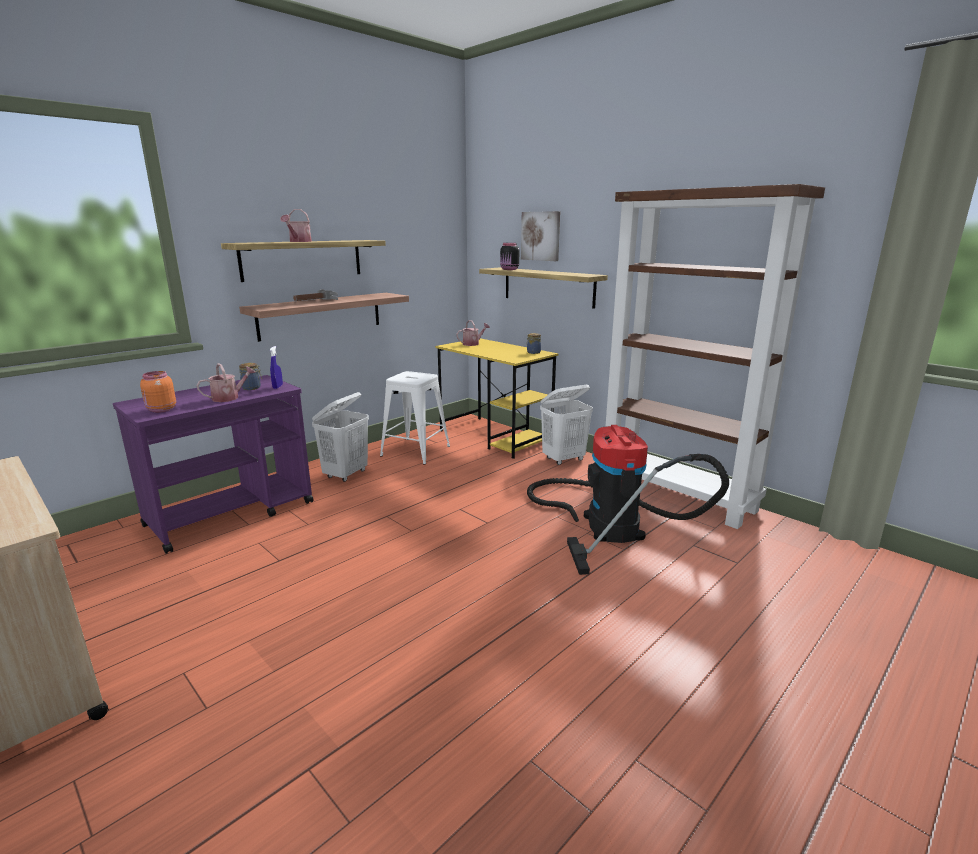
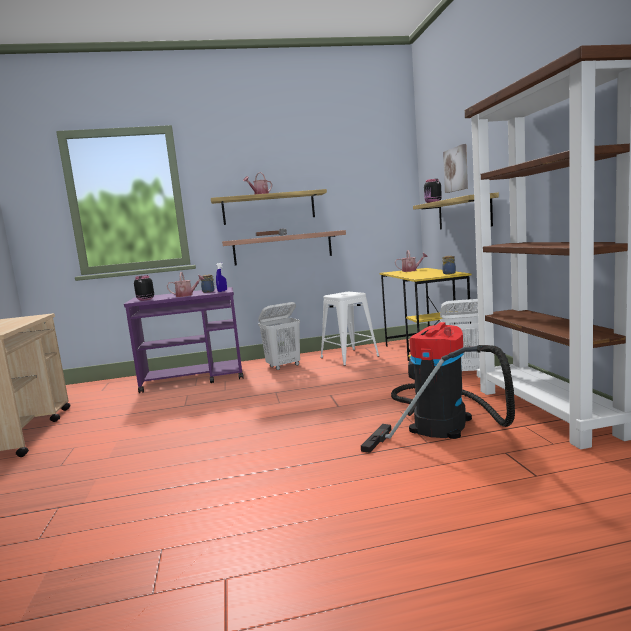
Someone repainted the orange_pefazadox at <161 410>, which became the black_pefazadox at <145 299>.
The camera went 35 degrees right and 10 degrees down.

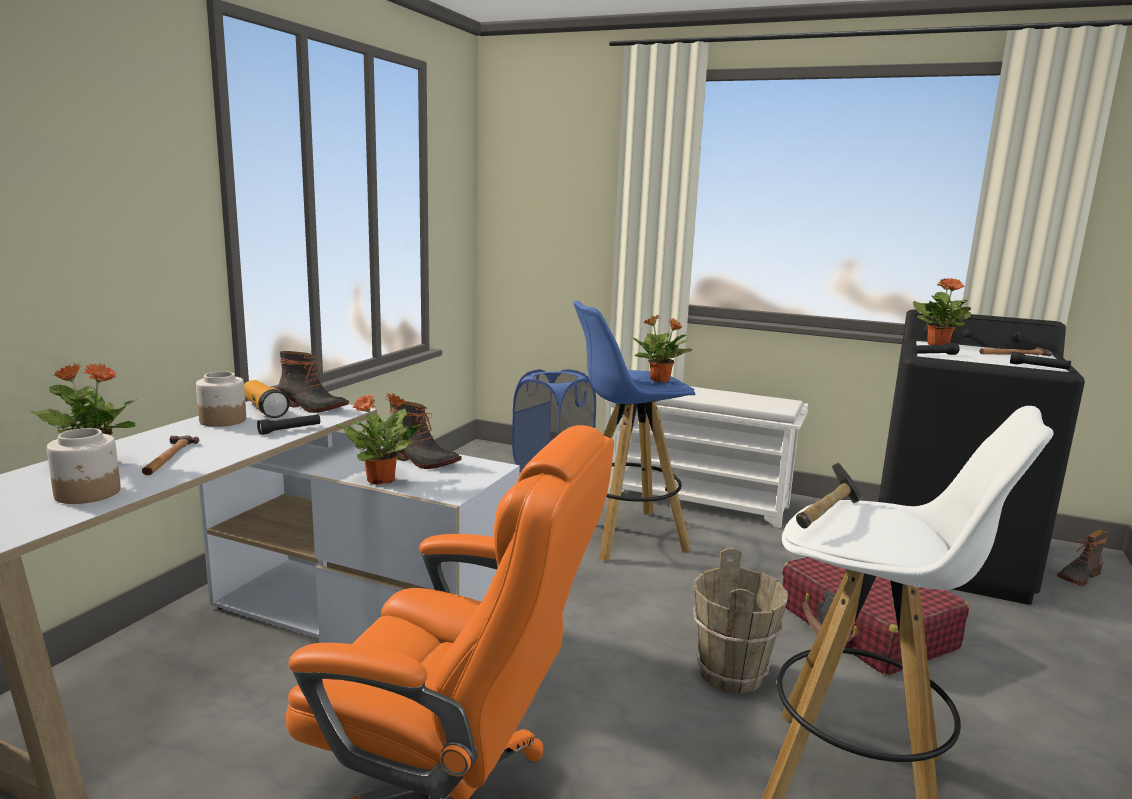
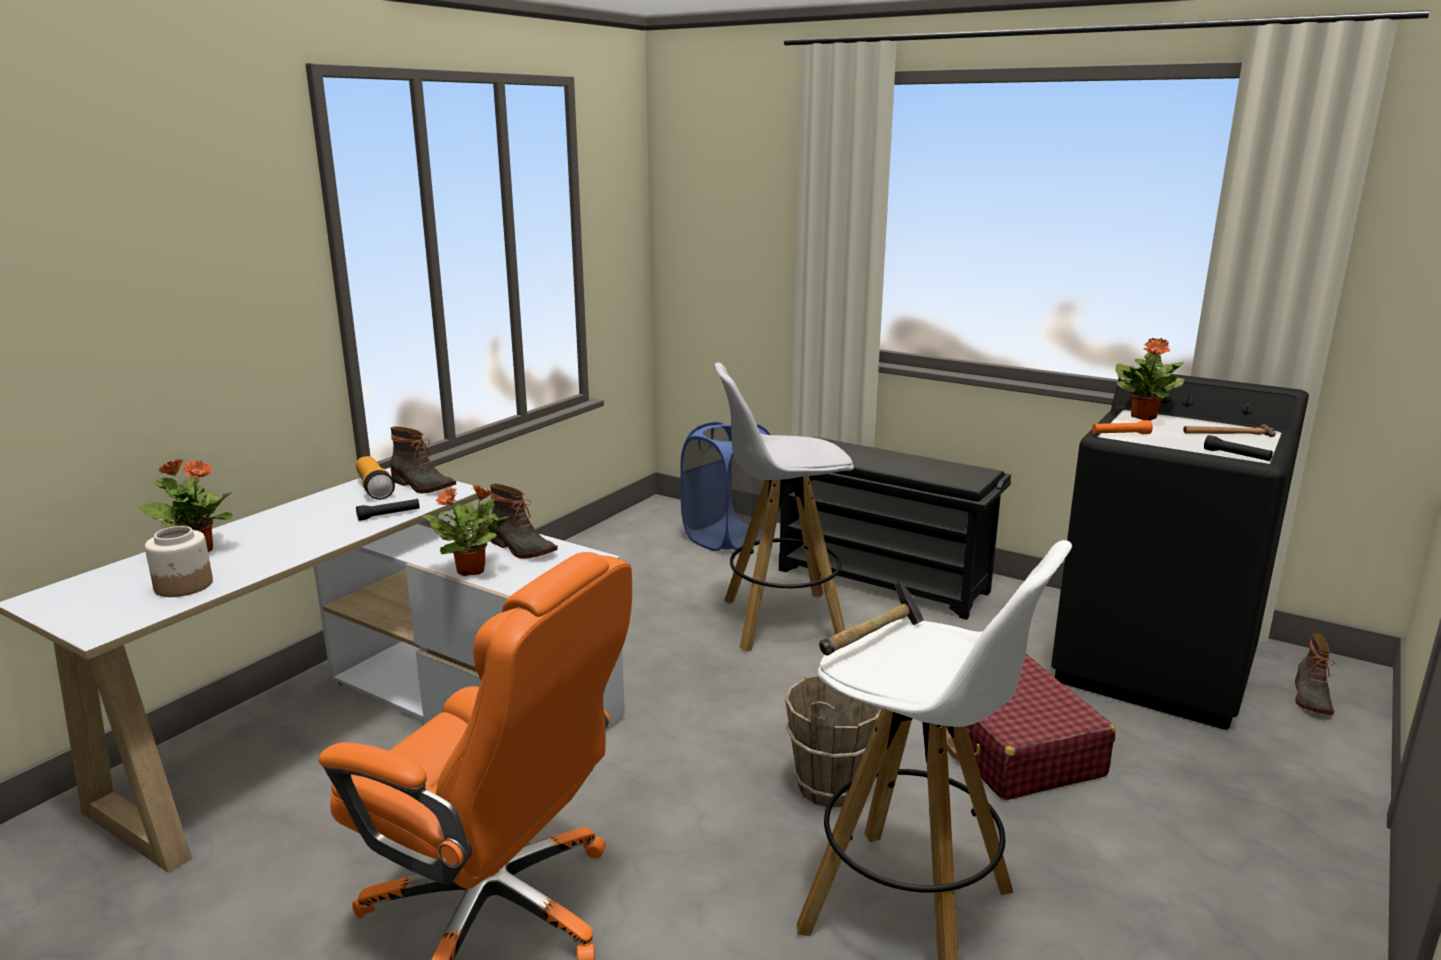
Someone took away the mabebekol at <168 457>.
Someone took away the pefazadox at <222 420>.
Someone took away the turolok at <660 380>.
Someone repainted the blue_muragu at <625 535>, which became the white_muragu at <780 621>.
Someone repainted the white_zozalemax at <699 500>, which became the black_zozalemax at <884 581>.
Someone repainted the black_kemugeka at <934 355>, which became the orange_kemugeka at <1120 434>.
Someone rotated the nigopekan at <1077 576> by 45 degrees counterclockwise.
The camera went 10 degrees right and 5 degrees up.

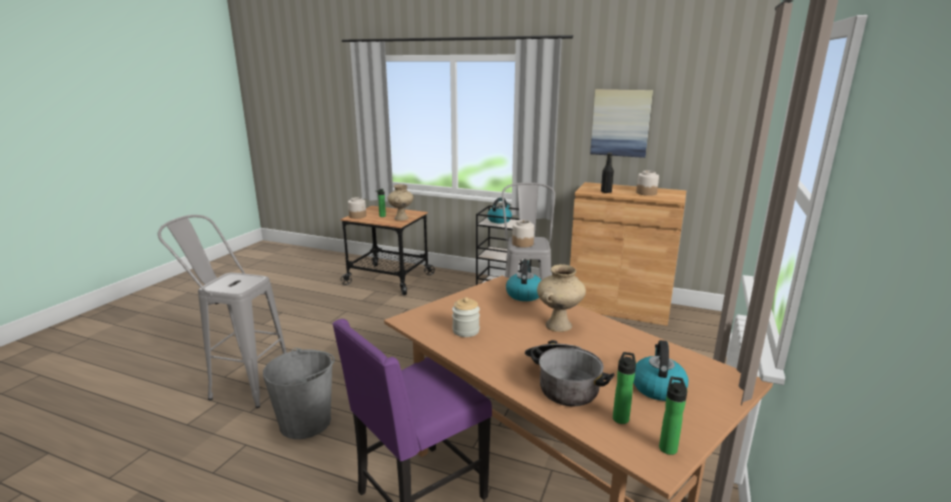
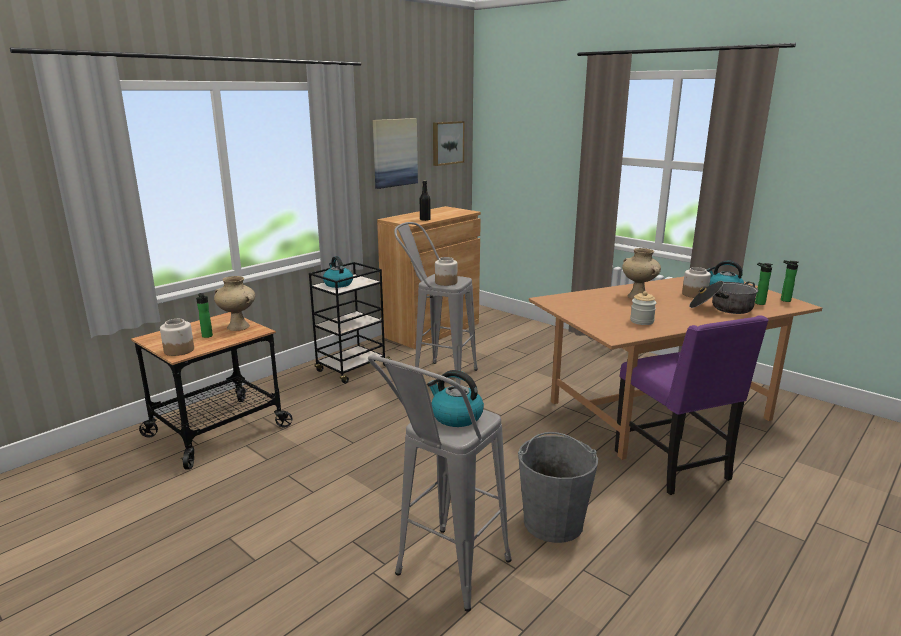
Someone put up the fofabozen at <447 143>.
Someone carried the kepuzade from <524 294> to <456 416>.
Someone carried the pefazadox from <646 193> to <694 294>.
The camera went 70 degrees left and 0 degrees up.

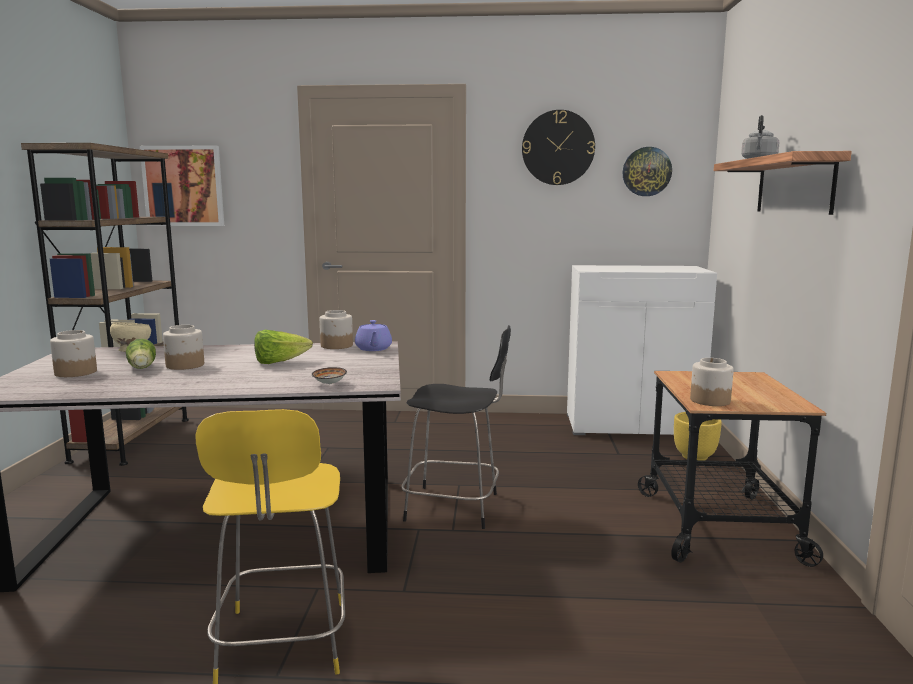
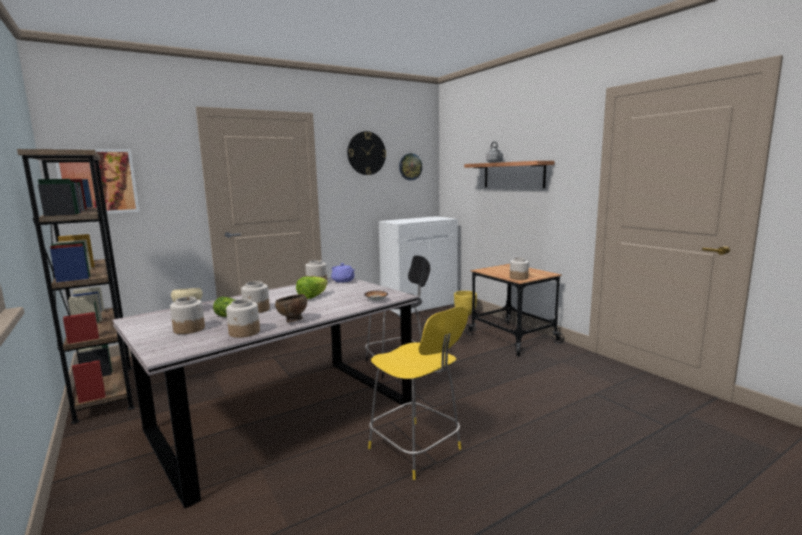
Someone put down the pefazadox at <244 332>.
Someone put down the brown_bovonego at <292 321>.
The camera went 35 degrees left and 0 degrees up.

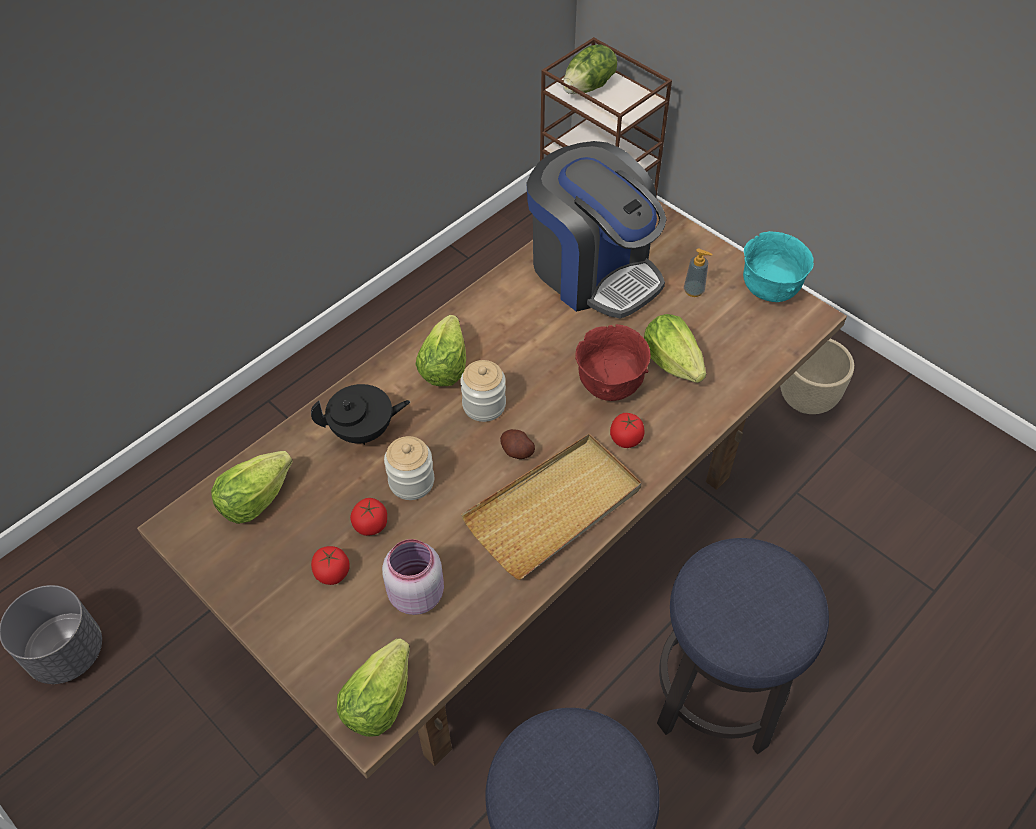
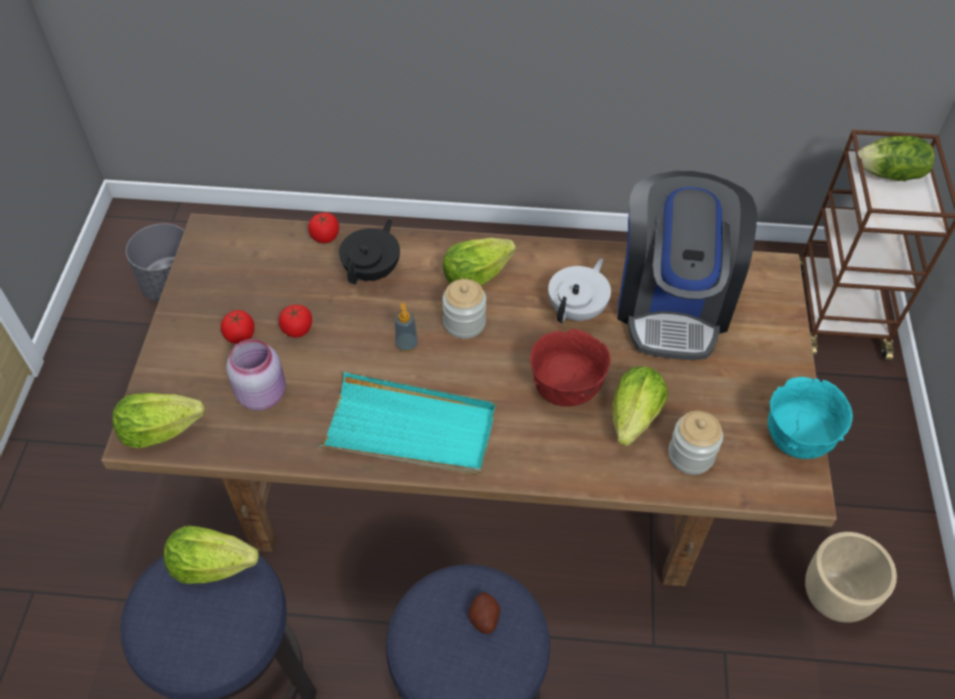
Someone put down the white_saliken at <578 309>.
Someone carried the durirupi from <254 499> to <211 565>.
Someone carried the pefazadox from <411 481> to <691 455>.
Someone carried the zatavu from <517 451> to <484 618>.
Someone carried the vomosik from <626 439> to <325 236>.
Someone carried the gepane from <693 291> to <406 344>.
Someone repainted the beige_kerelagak at <554 508>, which became the turquoise_kerelagak at <411 429>.
Someone rotated the black_saliken at <364 431> by 105 degrees counterclockwise.
The camera went 50 degrees right and 0 degrees up.

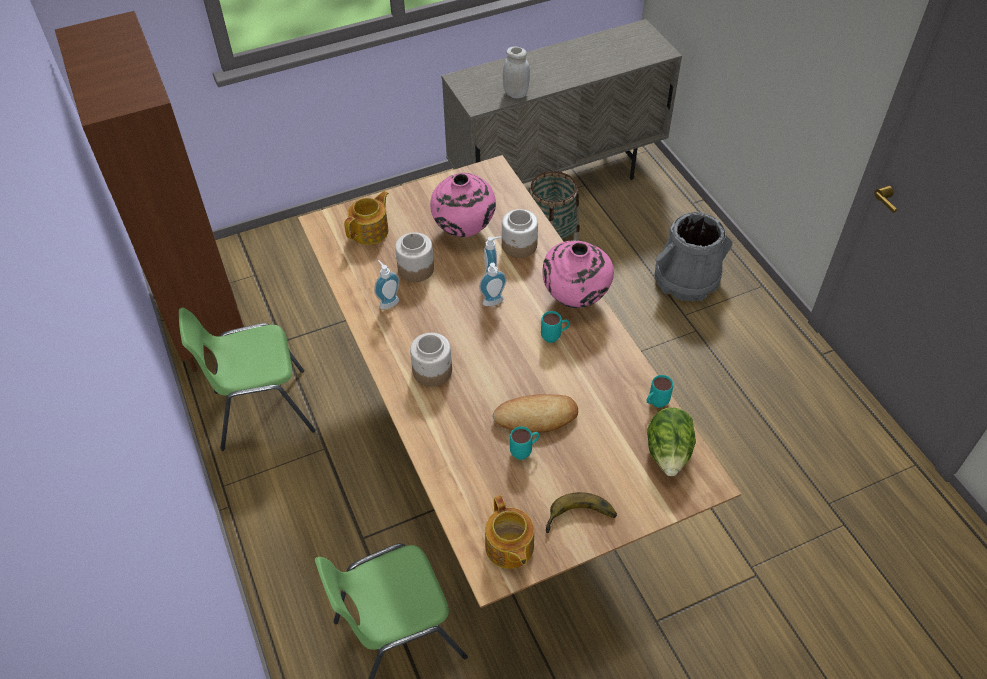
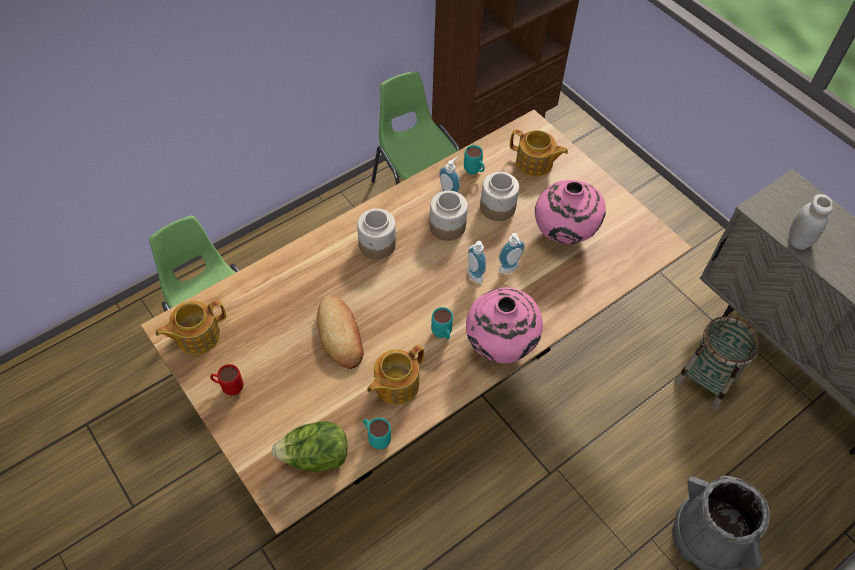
Someone put down the saliken at <395 385>.
Someone carried the pefazadox from <519 246> to <447 226>.
Someone carried the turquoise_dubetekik from <525 451> to <474 172>.
Someone swapped the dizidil at <581 520> for the red_dubetekik at <229 388>.
The camera went 75 degrees right and 5 degrees up.

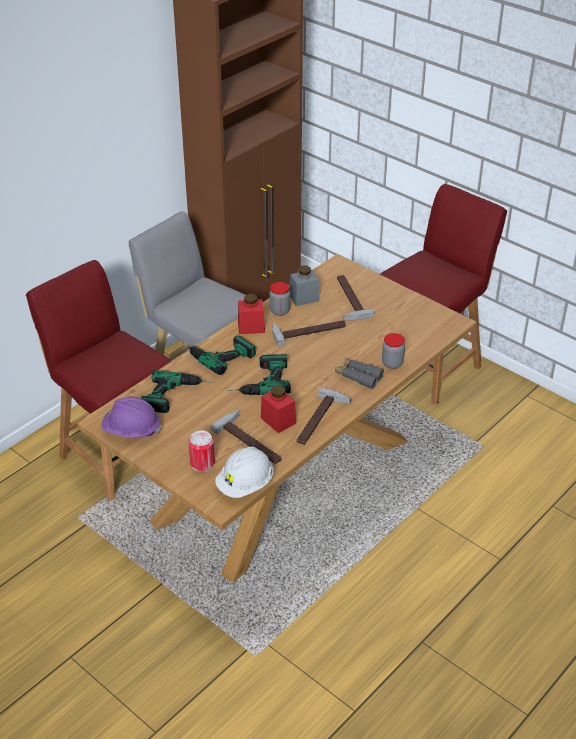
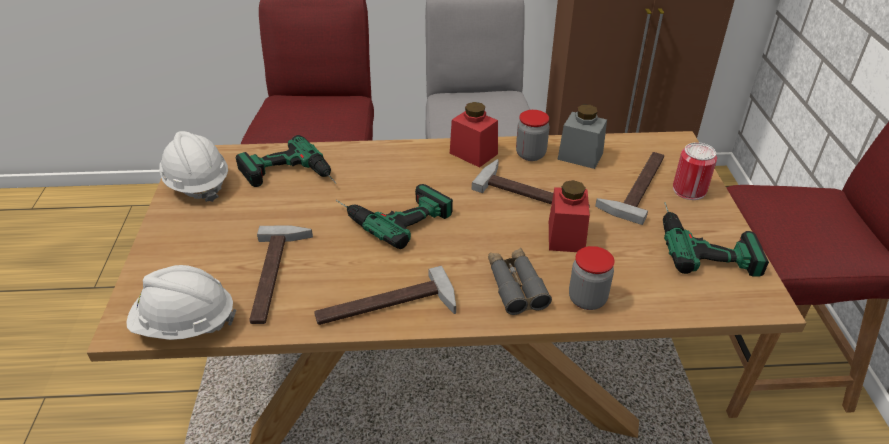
Someone carried the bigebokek from <217 353> to <704 241>.
Someone carried the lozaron from <202 463> to <689 190>.
Someone carried the red_pefazadox from <278 420> to <566 236>.
Someone repainted the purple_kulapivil at <131 431>, which became the white_kulapivil at <197 183>.
The camera went 45 degrees right and 0 degrees up.

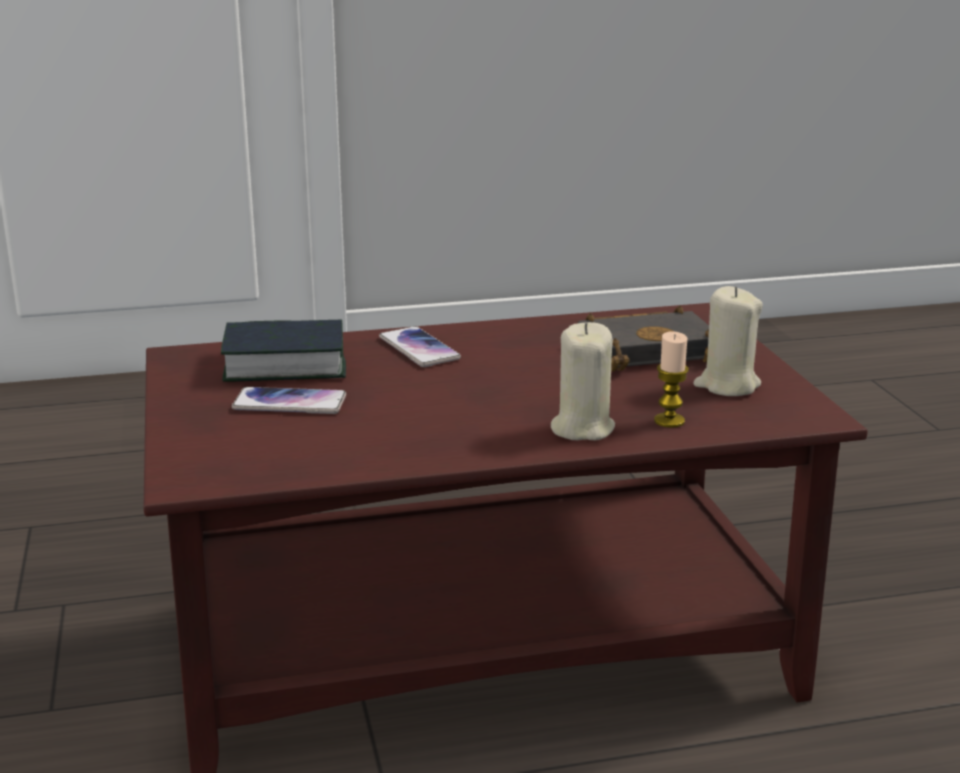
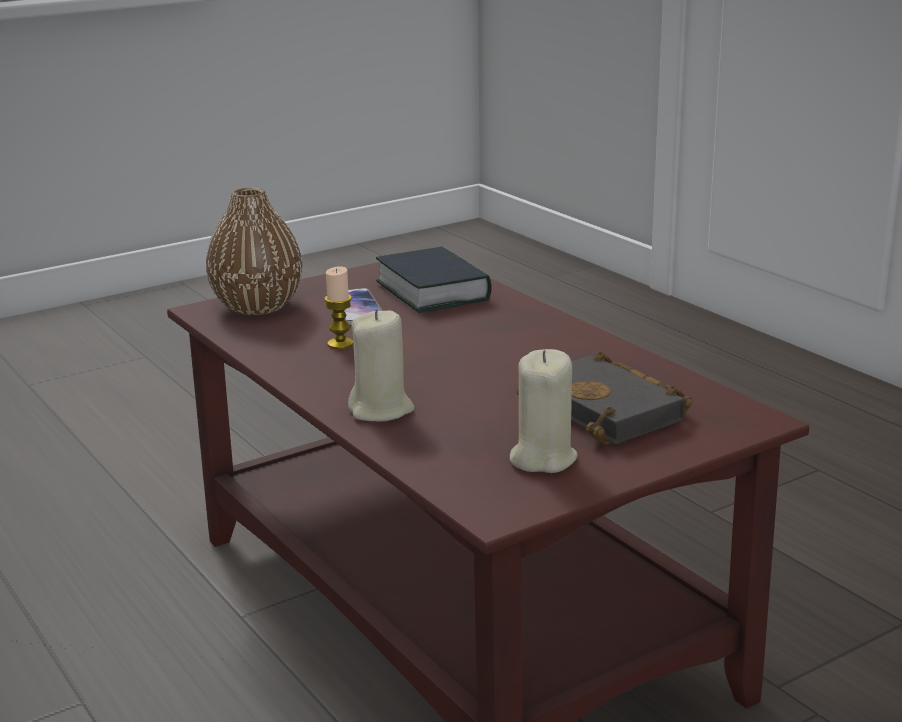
Someone took away the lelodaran at <419 348>.
Someone put down the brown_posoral at <257 306>.
Someone carried the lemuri from <669 421> to <340 344>.
The camera went 70 degrees right and 0 degrees up.

